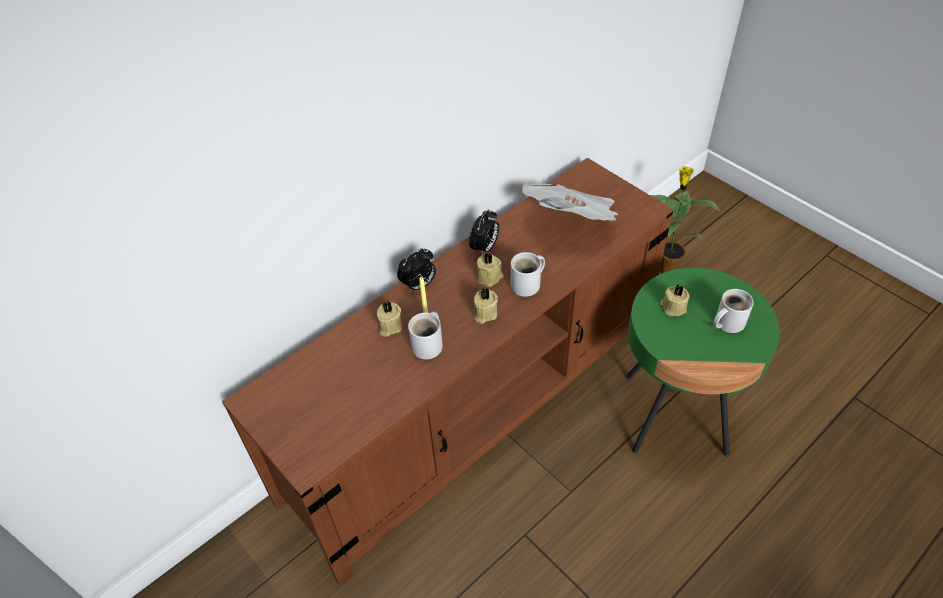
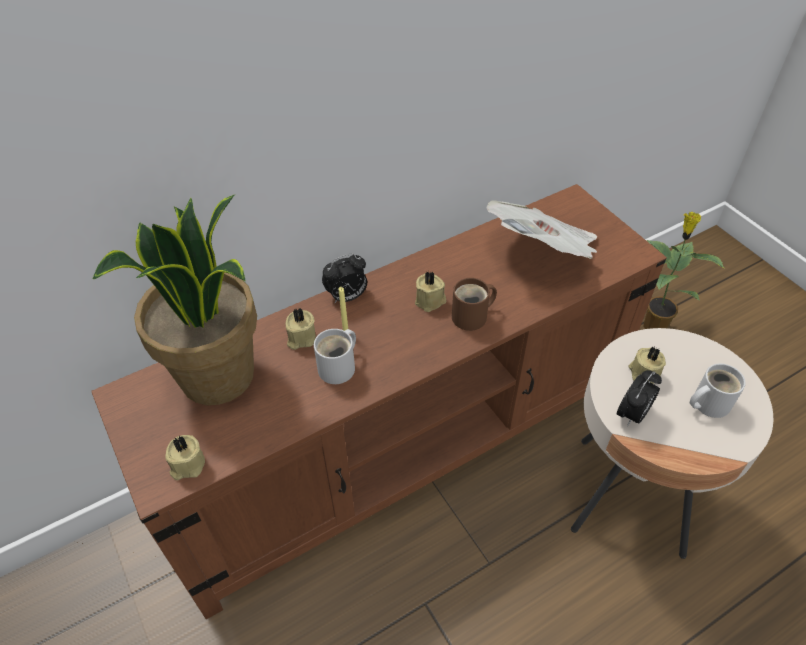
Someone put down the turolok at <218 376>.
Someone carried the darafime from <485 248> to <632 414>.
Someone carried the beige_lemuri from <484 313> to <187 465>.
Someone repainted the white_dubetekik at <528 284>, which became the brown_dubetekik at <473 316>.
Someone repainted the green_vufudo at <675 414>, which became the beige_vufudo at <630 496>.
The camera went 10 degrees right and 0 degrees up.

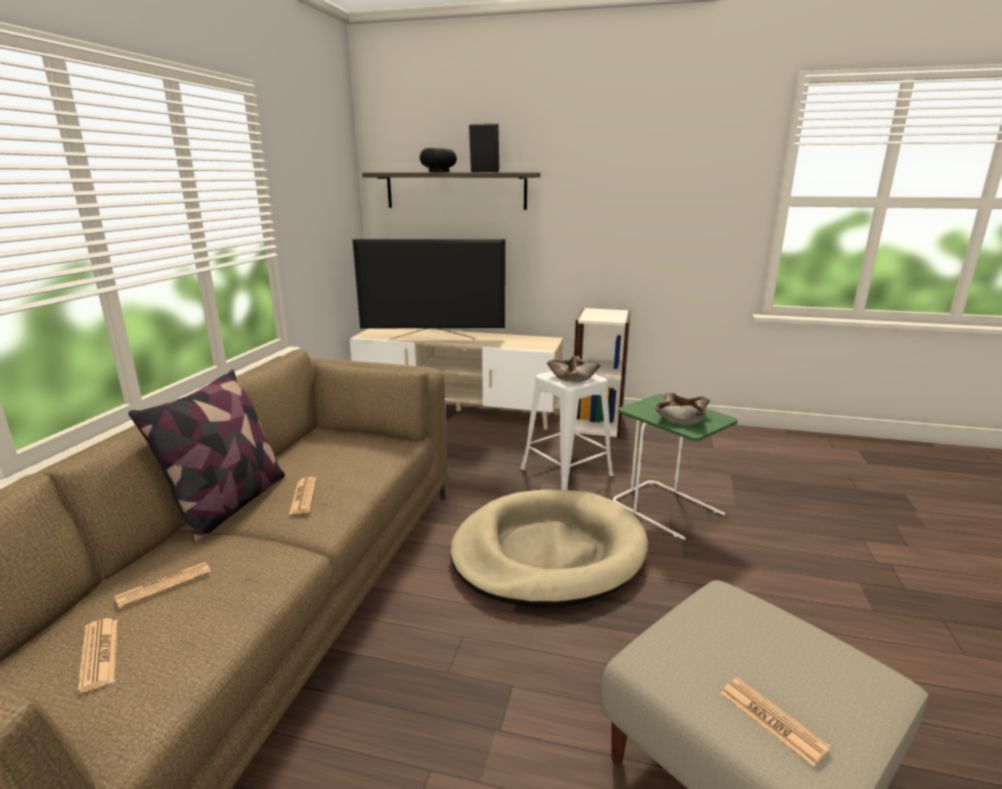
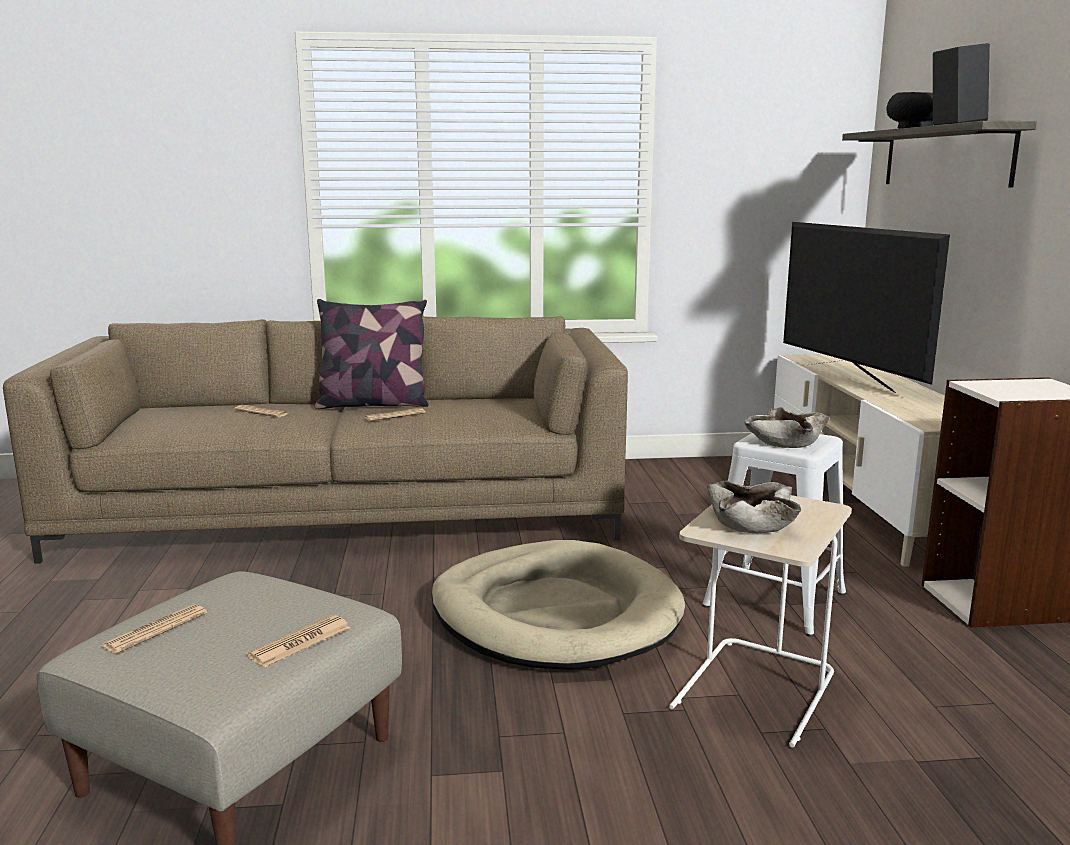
Someone carried the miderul from <99 654> to <300 642>.
Someone repainted the green_vufudo at <667 508>, which became the beige_vufudo at <757 691>.
The camera went 70 degrees right and 5 degrees down.

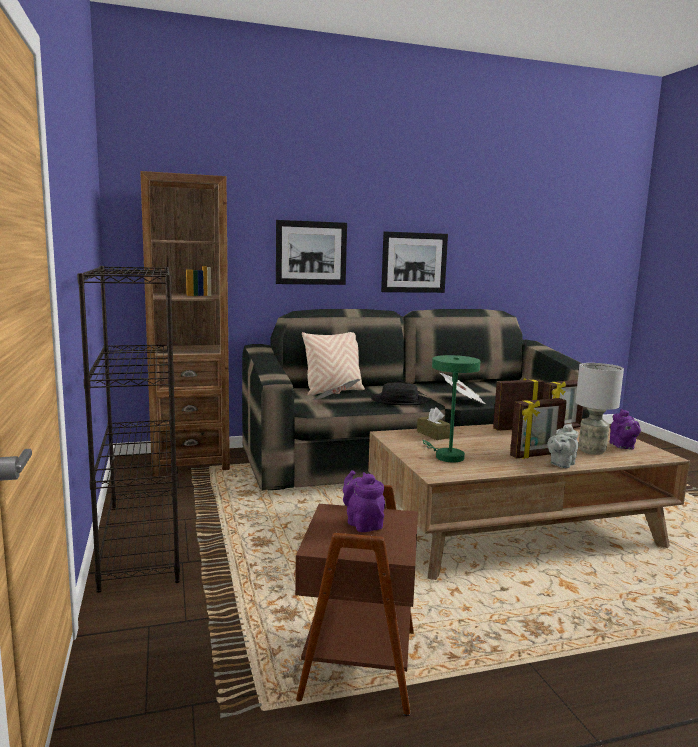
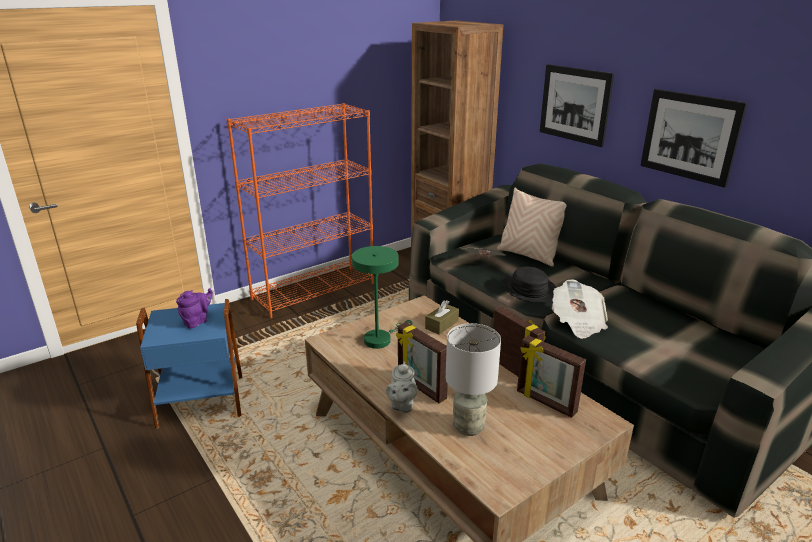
Someone took away the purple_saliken at <623 446>.
Someone repainted the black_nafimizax at <141 540>, which became the orange_nafimizax at <314 291>.
Someone repainted the brown_vufudo at <356 663>, which became the blue_vufudo at <201 400>.
Someone rotated the grey_saliken at <561 464> by 105 degrees counterclockwise.
The camera went 70 degrees right and 15 degrees up.

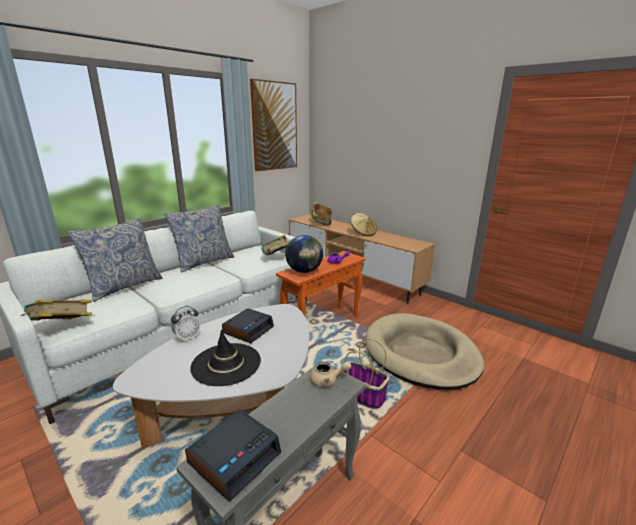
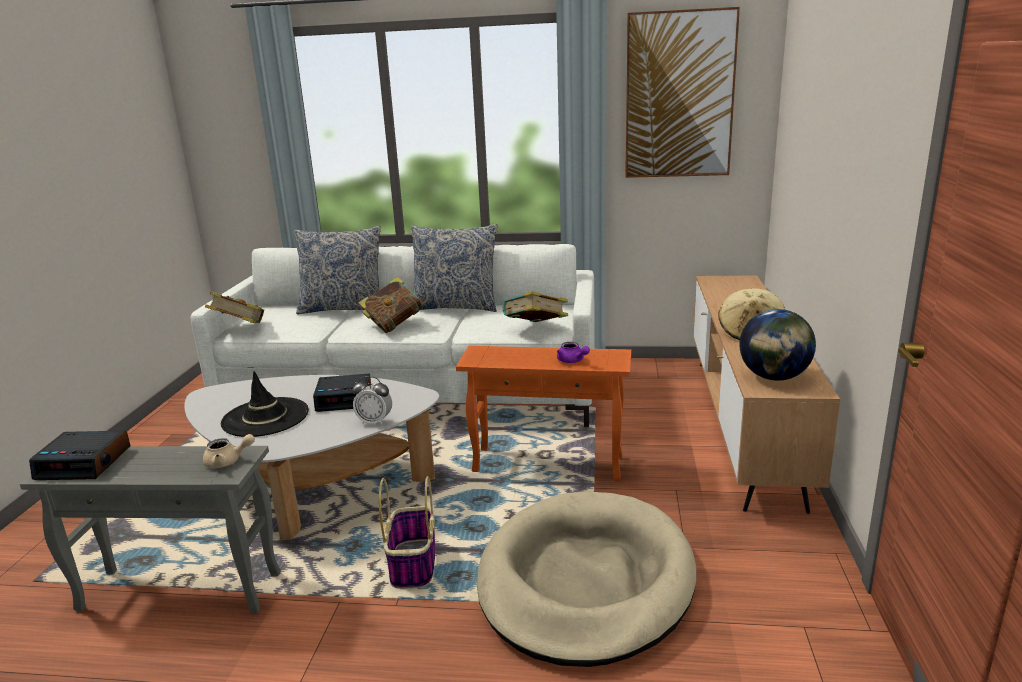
Someone carried the darafime from <187 338> to <374 422>.
Someone carried the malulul from <304 271> to <774 377>.
Someone carried the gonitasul from <320 223> to <394 325>.
Someone rotated the beige_saliken at <328 380> by 60 degrees counterclockwise.
The camera went 55 degrees right and 0 degrees up.

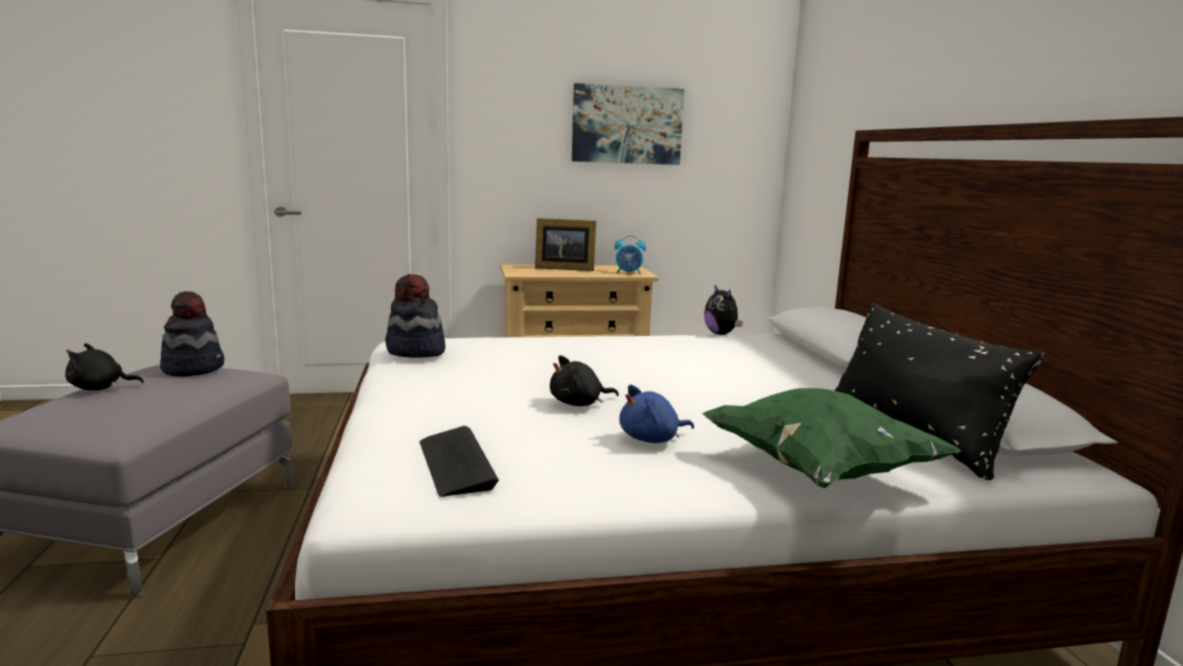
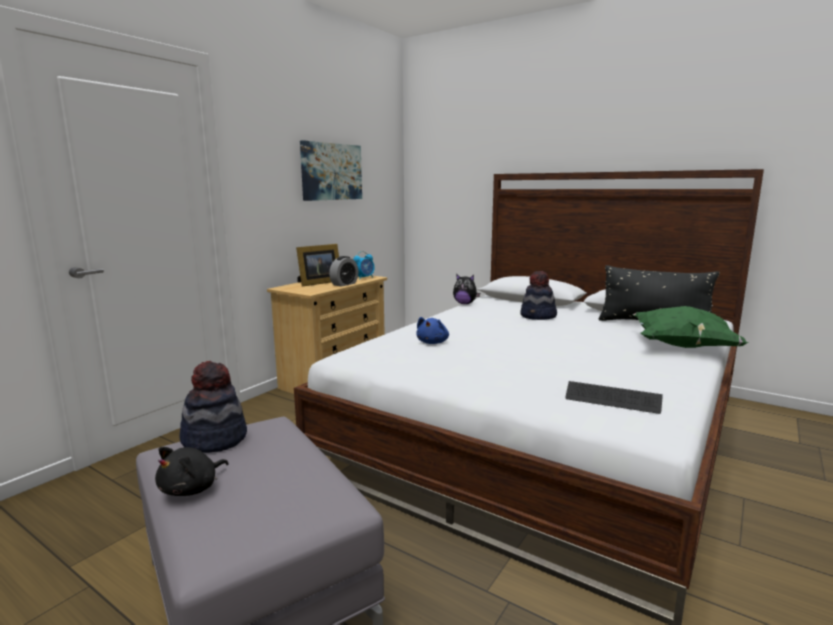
Someone took away the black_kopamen at <579 403>.
Someone put down the darafime at <344 284>.
Someone carried the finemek from <415 351> to <538 316>.
Someone carried the blue_kopamen from <652 439> to <433 342>.
The camera went 45 degrees left and 0 degrees up.

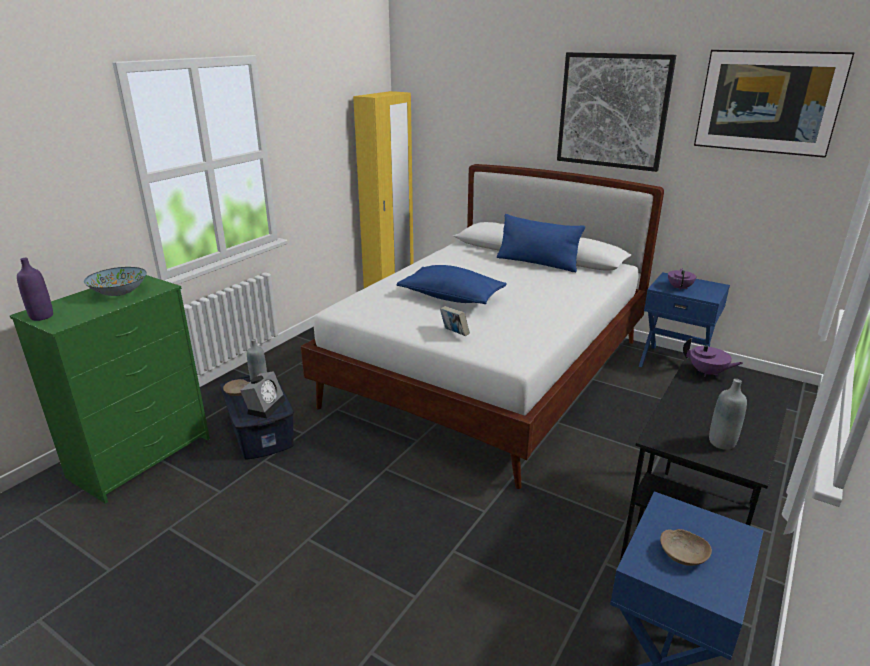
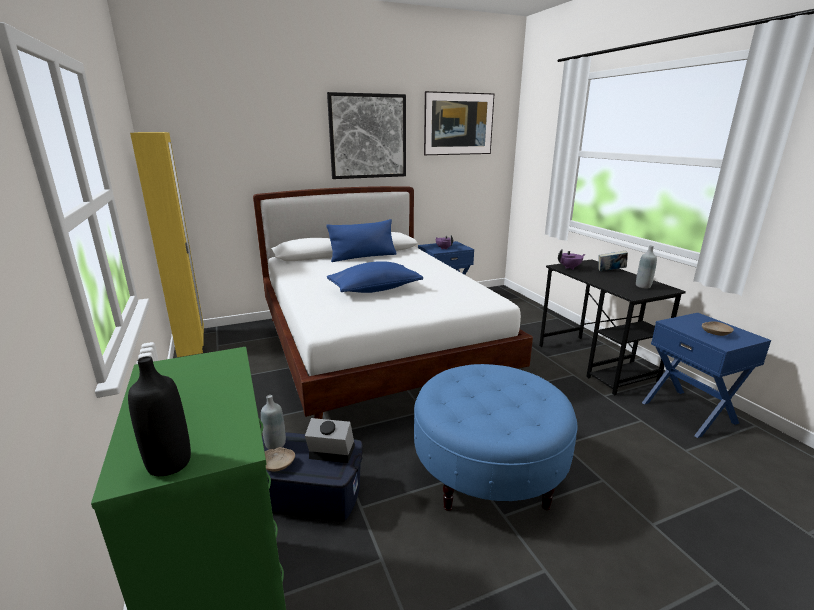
Someone took away the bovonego at <119 293>.
Someone put down the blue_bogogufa at <488 472>.
Someone carried the gonitasul from <454 334> to <610 271>.
Someone repainted the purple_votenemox at <41 316>, which became the black_votenemox at <169 463>.
Someone rotated the darafime at <265 406> by 45 degrees counterclockwise.
The camera went 55 degrees left and 5 degrees down.

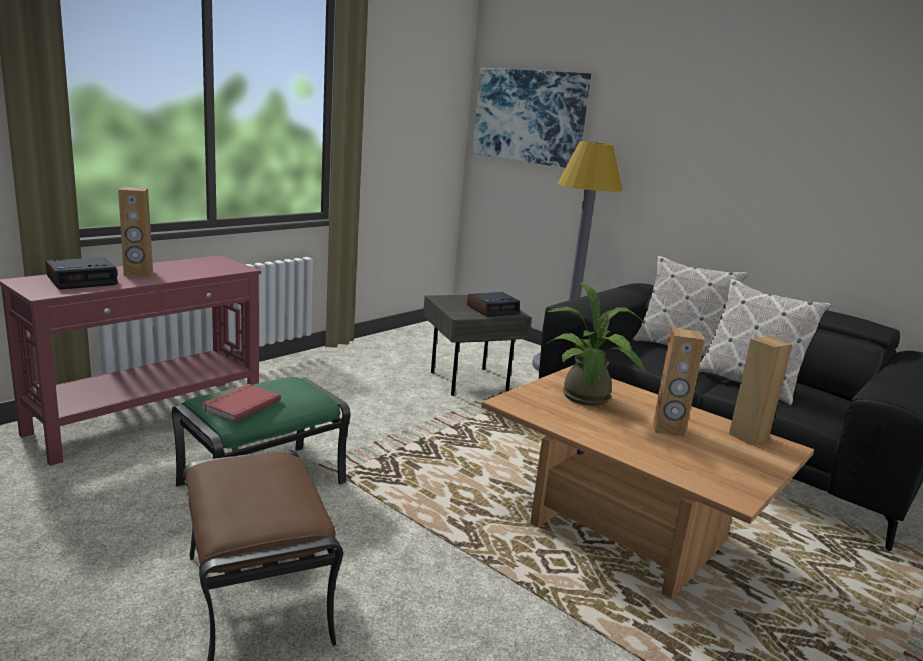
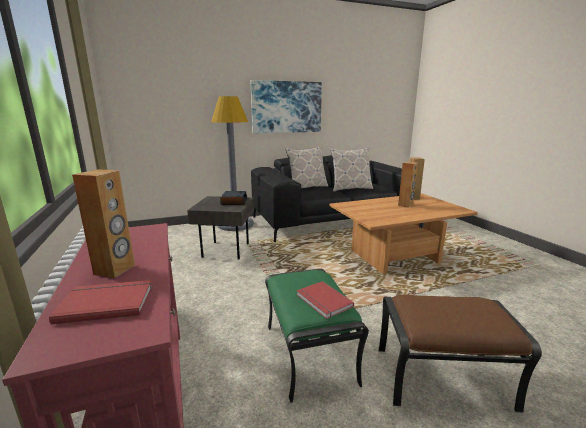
Someone took away the turolok at <587 400>.
Someone carried the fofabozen from <529 116> to <286 107>.
Someone swapped the darafime at <83 280> for the red_gonitasul at <107 302>.
The camera went 60 degrees left and 0 degrees up.

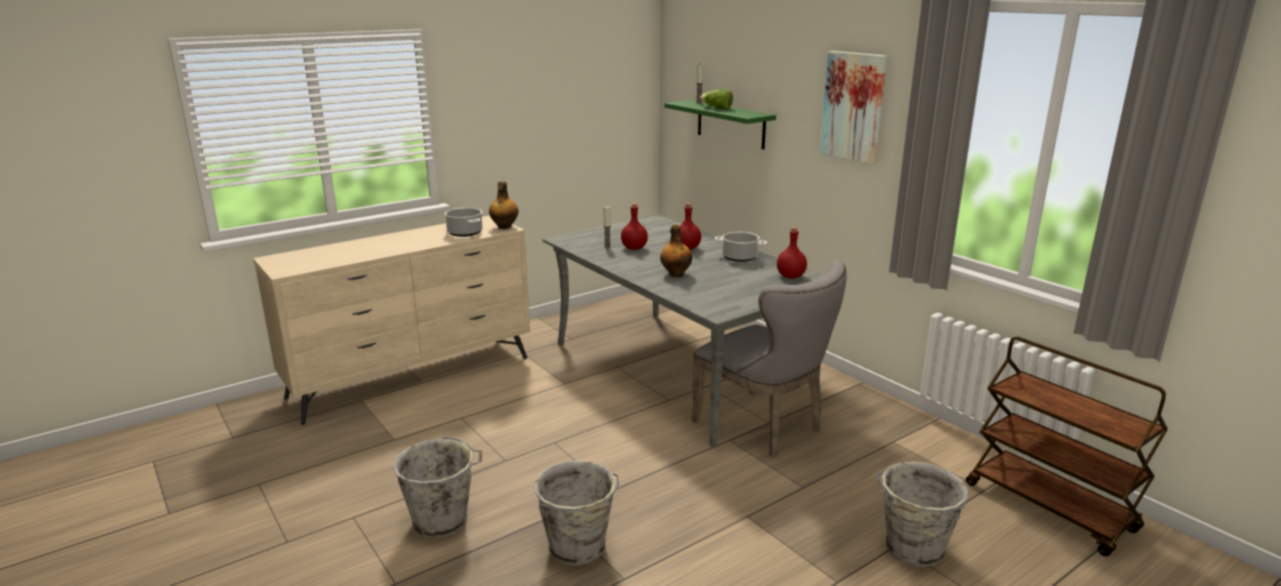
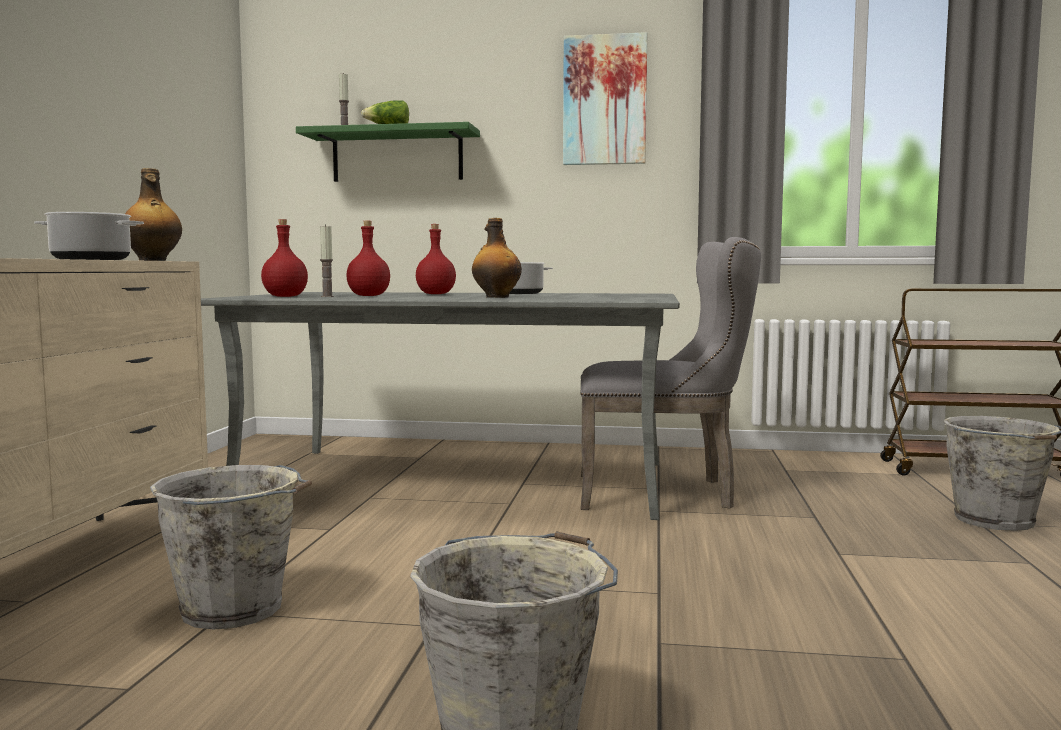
Someone carried the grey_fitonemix from <578 549> to <236 610>.
Someone carried the red_votenemox from <790 276> to <284 296>.
The camera went 45 degrees left and 15 degrees down.

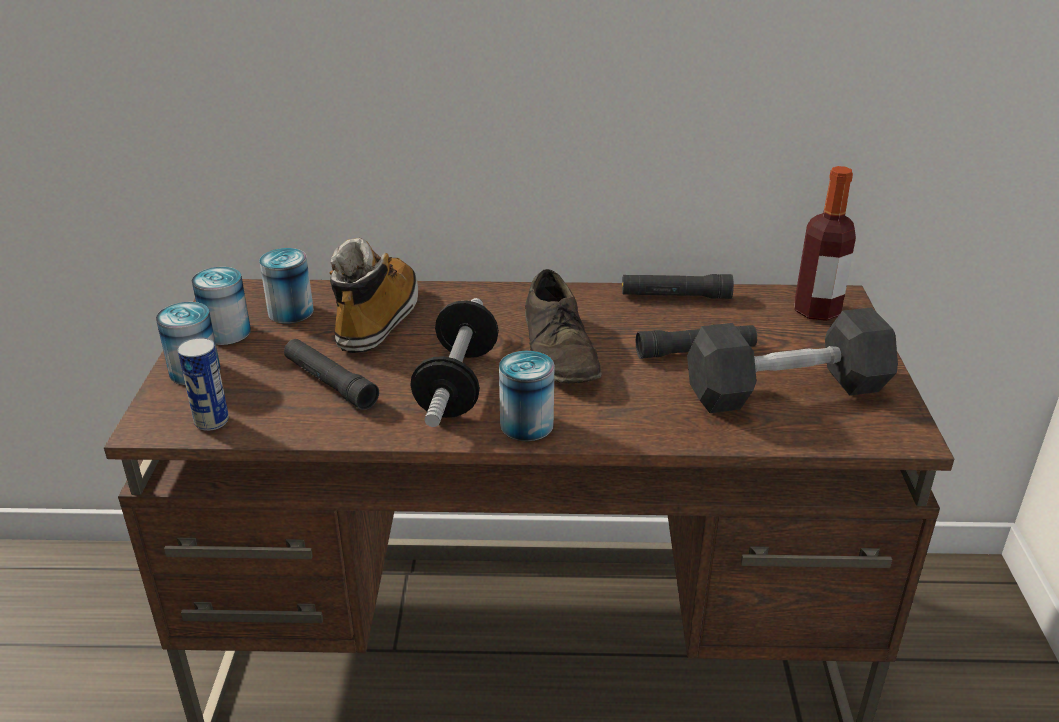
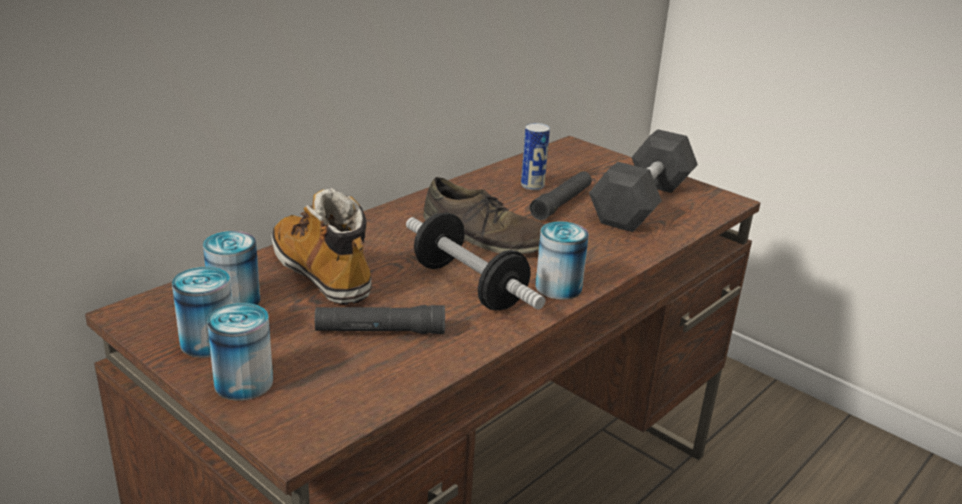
Someone took away the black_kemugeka at <675 296>.
Someone took away the votenemox at <816 310>.
Someone carried the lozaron from <211 421> to <532 186>.
The camera went 50 degrees left and 5 degrees down.

